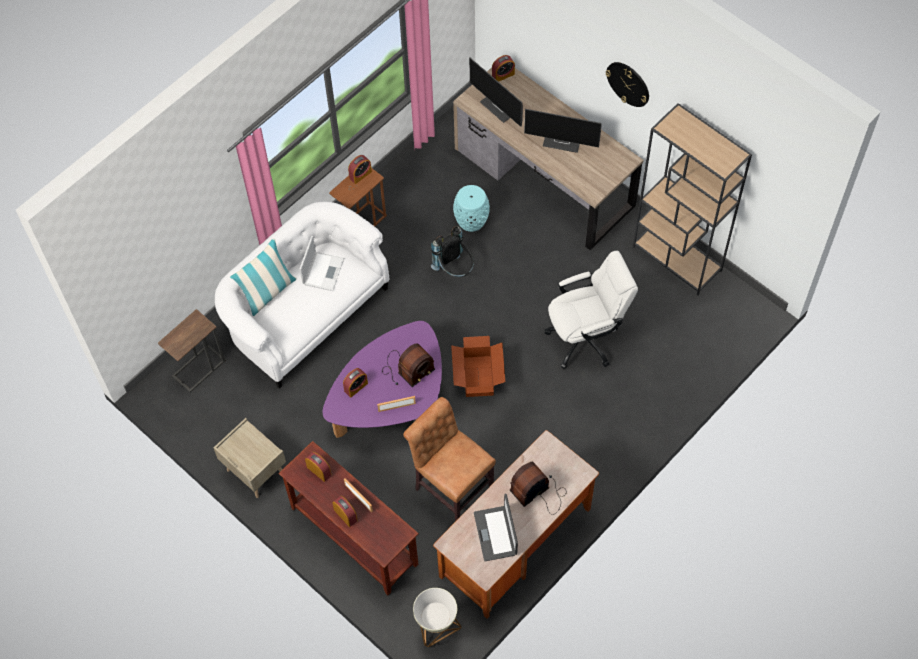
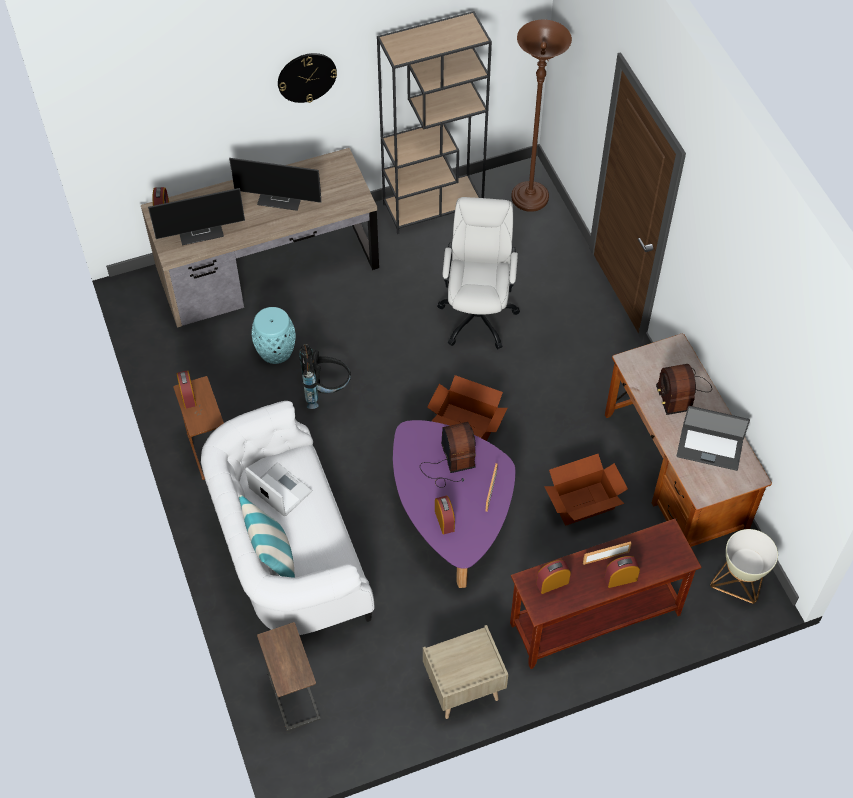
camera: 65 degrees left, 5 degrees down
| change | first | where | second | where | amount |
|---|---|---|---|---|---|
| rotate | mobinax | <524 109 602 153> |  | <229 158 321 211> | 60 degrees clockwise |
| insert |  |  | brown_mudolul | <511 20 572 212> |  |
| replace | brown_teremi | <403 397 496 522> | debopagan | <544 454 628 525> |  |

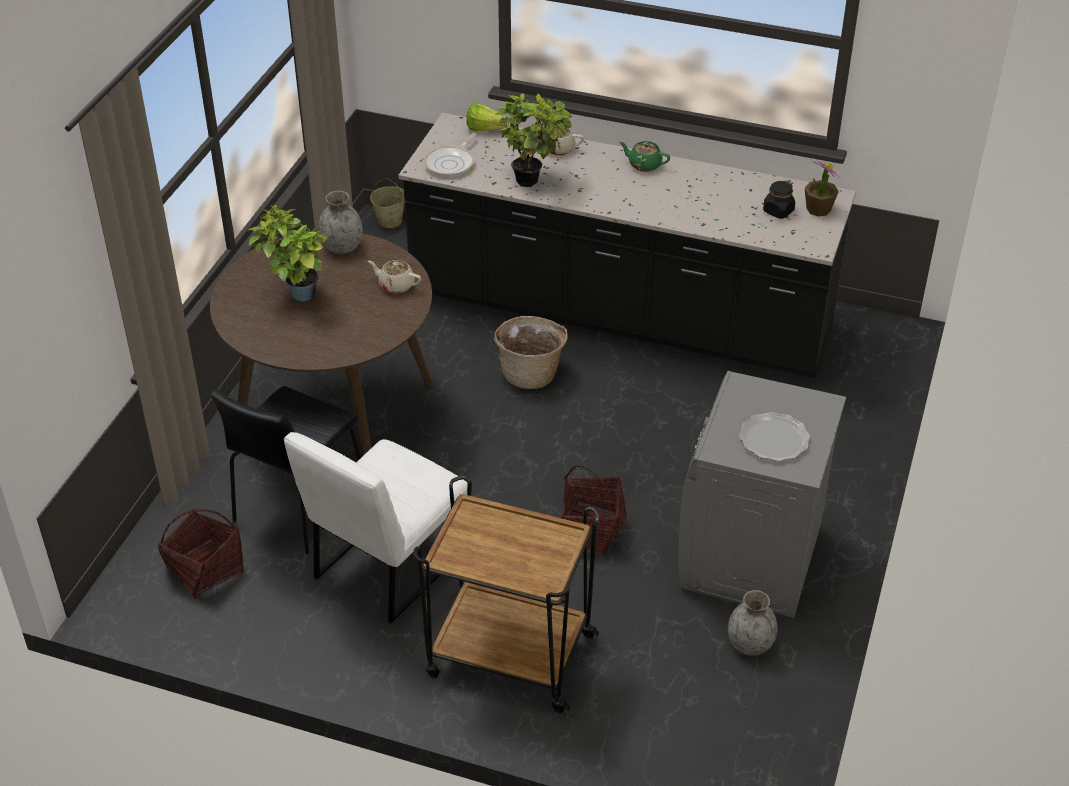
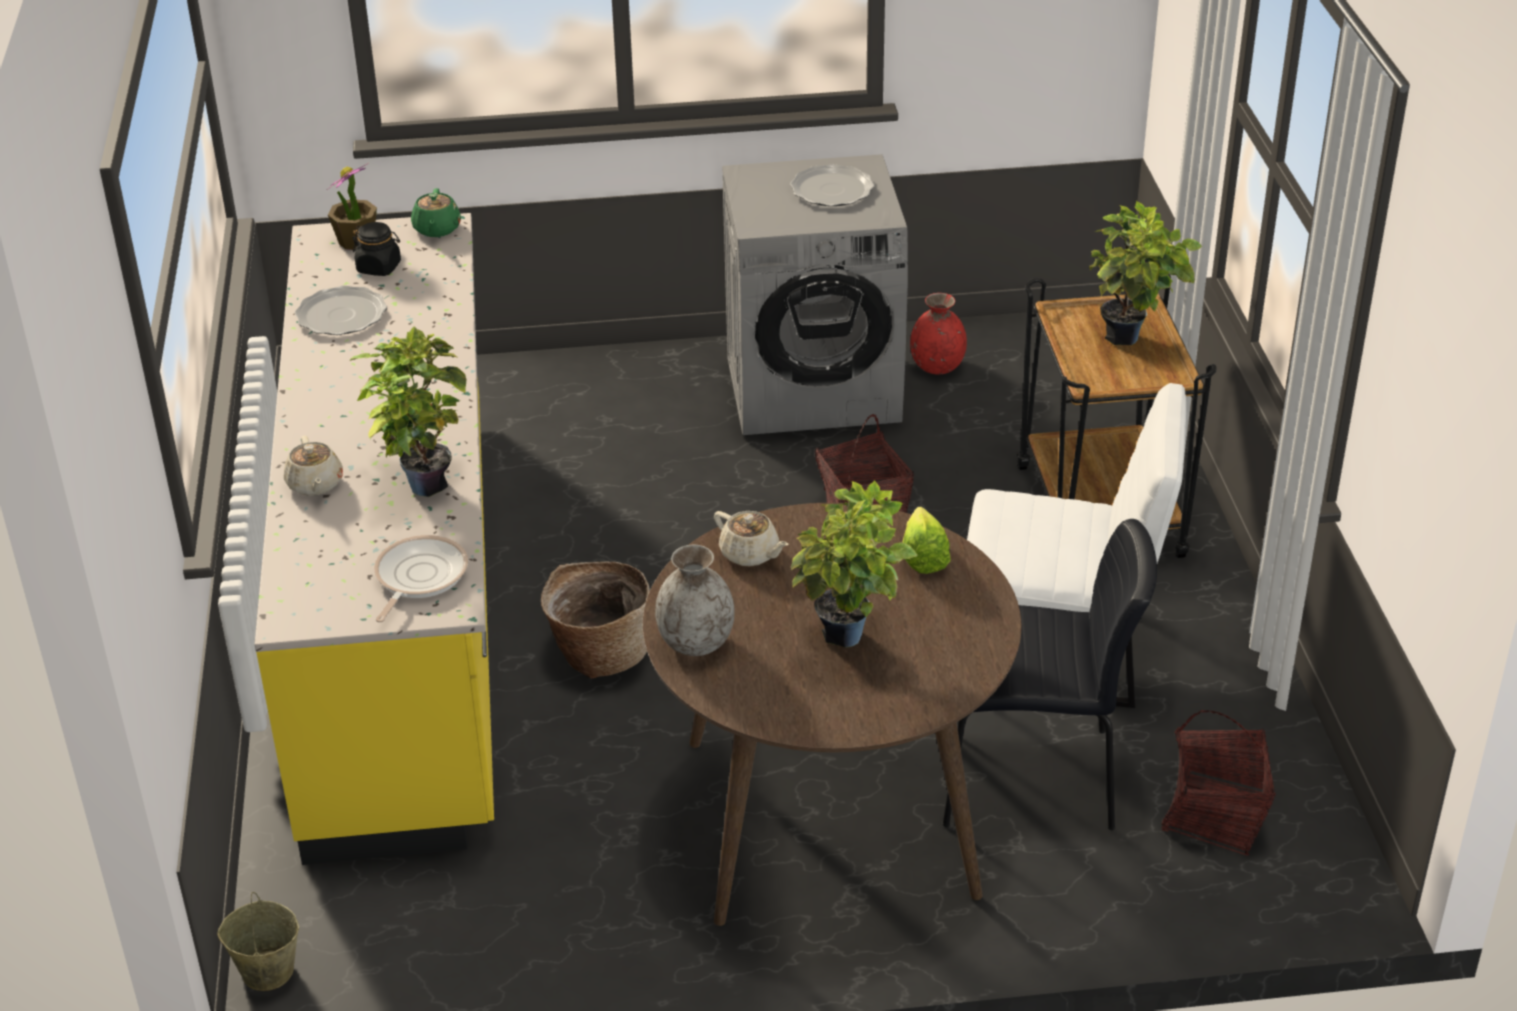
camera: 115 degrees left, 5 degrees down
| change | first | where | second | where | amount |
|---|---|---|---|---|---|
| recolor | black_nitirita | <399 113 856 378> | yellow_nitirita | <254 213 494 865> |  |
| insert |  |  | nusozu | <295 286 387 335> |  |
| rotate | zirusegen | <424 133 477 177> |  | <374 535 468 622> | 75 degrees counterclockwise |
| move | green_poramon | <619 141 670 172> |  | <411 188 461 237> |  |
| rotate | beige_poramon | <368 260 421 294> |  | <714 511 788 566> | 45 degrees counterclockwise |
| move | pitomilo | <466 103 509 131> |  | <902 507 951 574> |  |
| recolor | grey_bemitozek | <728 590 777 656> | red_bemitozek | <910 293 967 374> |  |
| insert |  |  | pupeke | <1089 201 1202 345> |  |

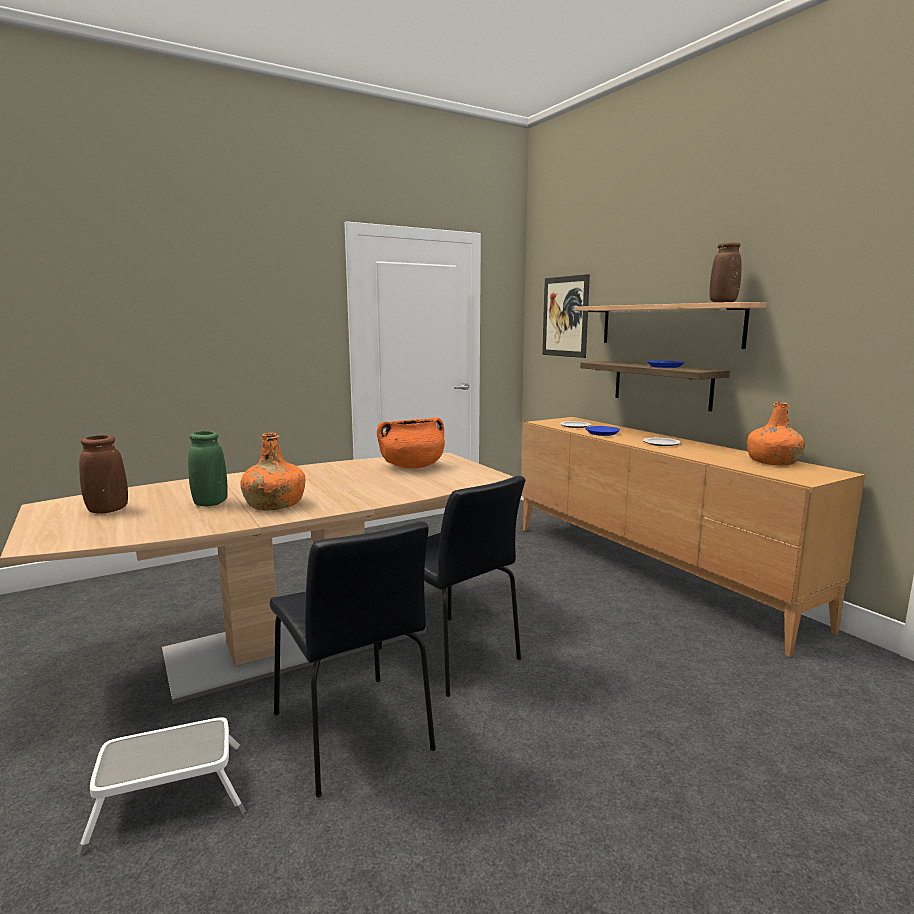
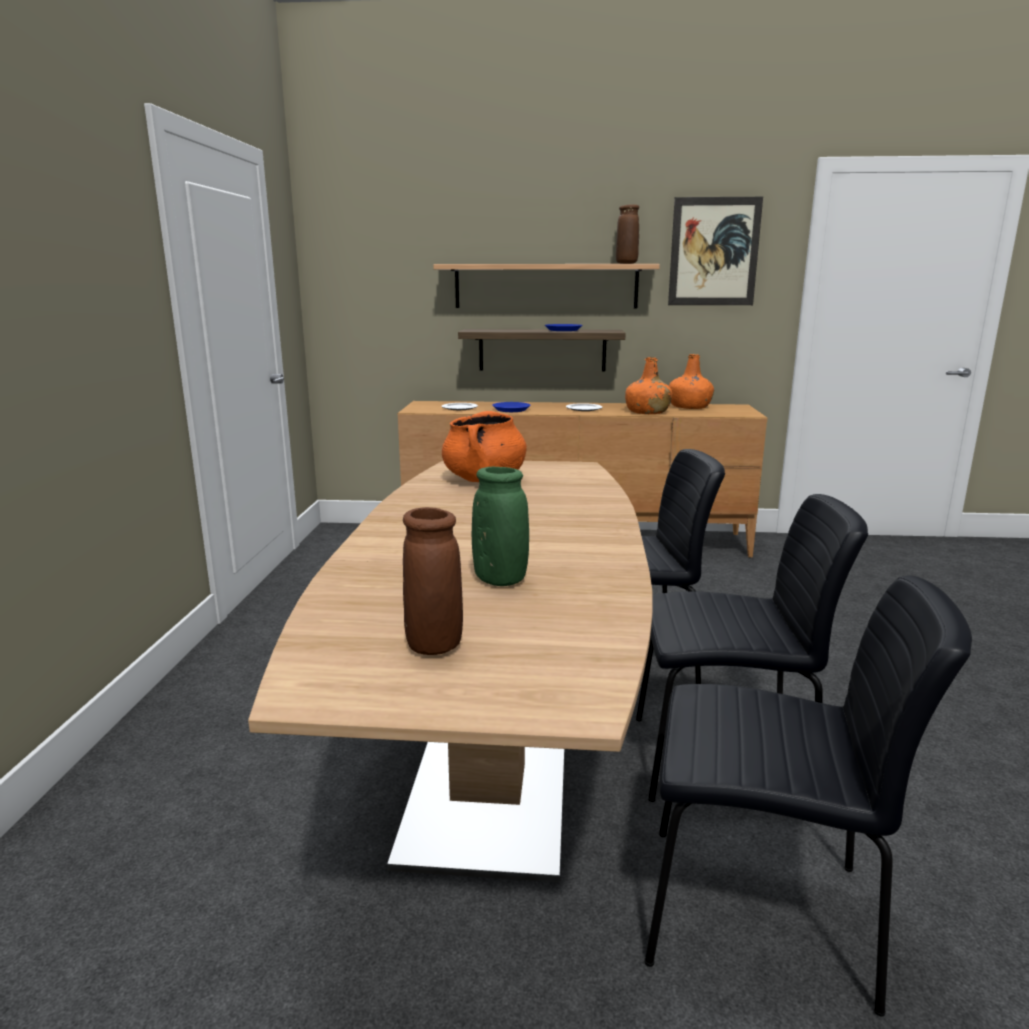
camera: 55 degrees left, 5 degrees up
| change | first | where | second | where | amount |
|---|---|---|---|---|---|
| move | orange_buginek | <240 433 305 511> |  | <625 357 672 414> |  |
| replace | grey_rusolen | <76 717 246 856> | black_teremi | <644 575 972 1017> |  |
| move | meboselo | <542 274 590 358> |  | <668 197 763 305> |  |

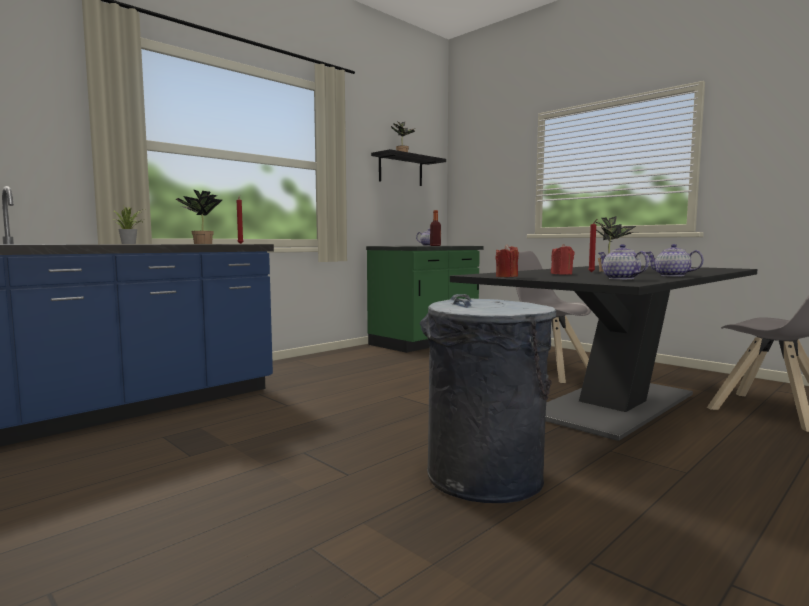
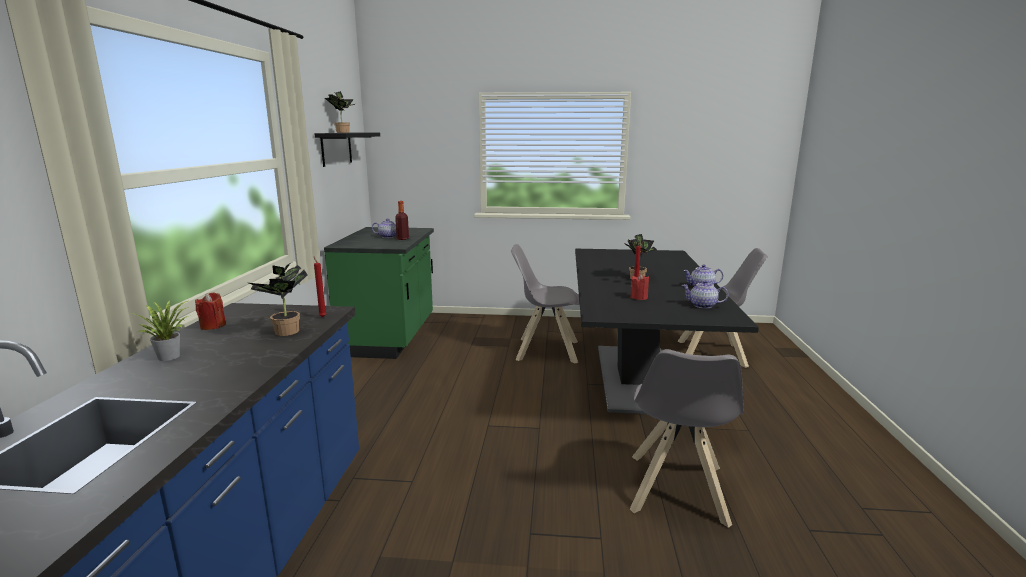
camera: 40 degrees left, 10 degrees up
| change | first | where | second | where | amount |
|---|---|---|---|---|---|
| move | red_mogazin | <495 244 519 277> |  | <195 293 226 330> |  |
| replace | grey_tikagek | <419 294 556 503> | grey_teremi | <630 349 744 528> |  |

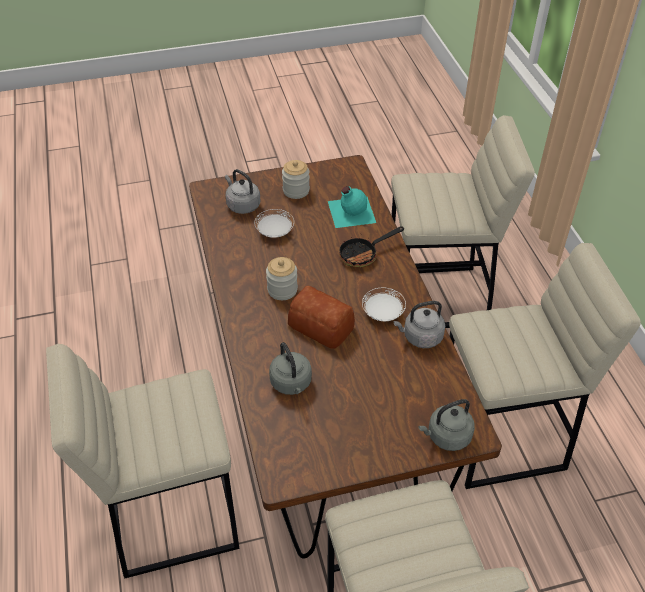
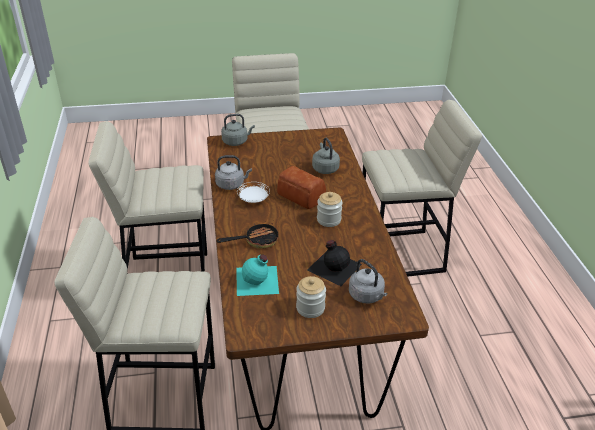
camera: 175 degrees left, 10 degrees down
| change | first | where | second | where | amount |
|---|---|---|---|---|---|
| replace | white_nusozu | <254 209 294 238> | black_buginek | <307 240 362 286> |  |

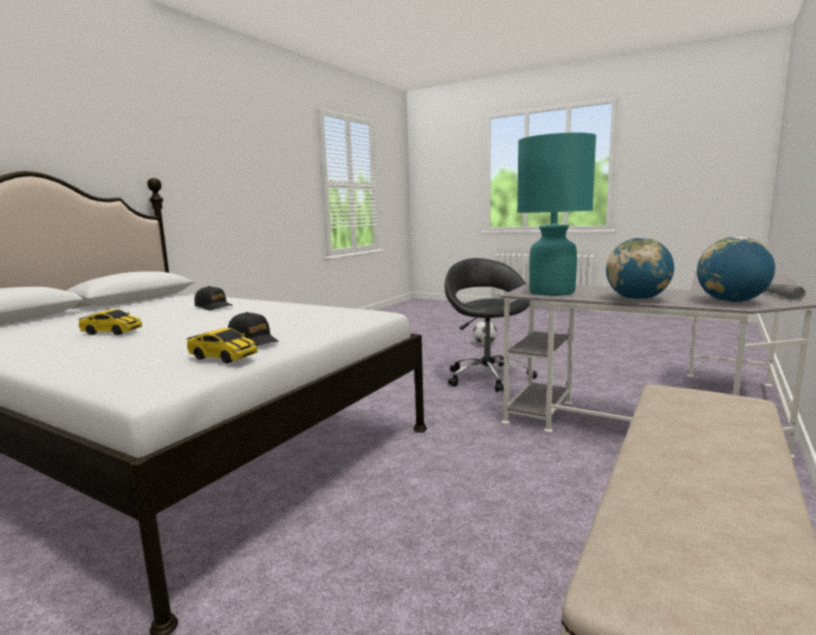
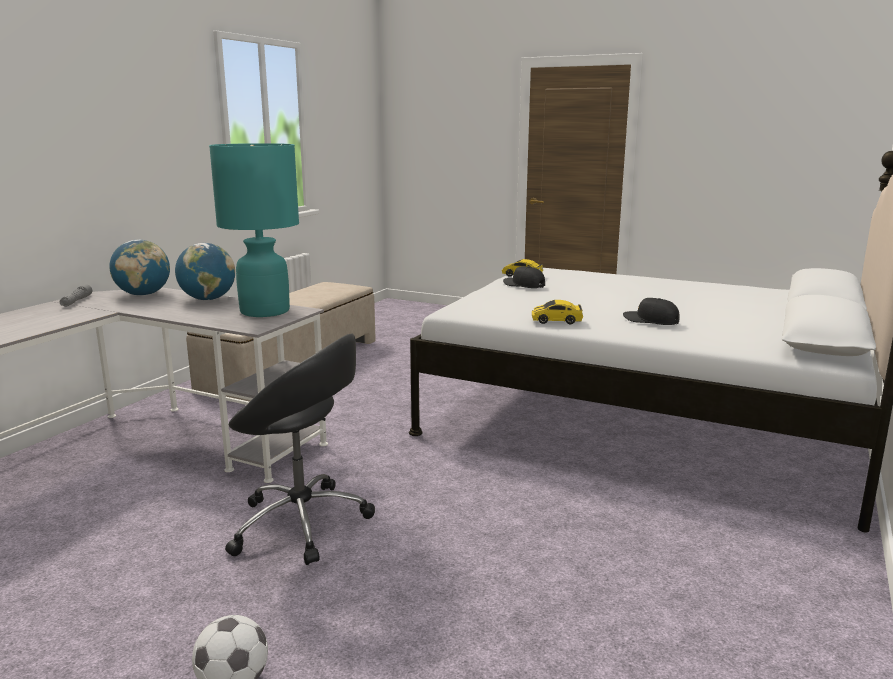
camera: 175 degrees right, 5 degrees up
| change | first | where | second | where | amount |
|---|---|---|---|---|---|
| rotate | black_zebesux | <445 258 538 392> |  | <225 333 375 565> | 45 degrees counterclockwise |
| move | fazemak | <79 309 142 335> |  | <532 300 583 324> |  |

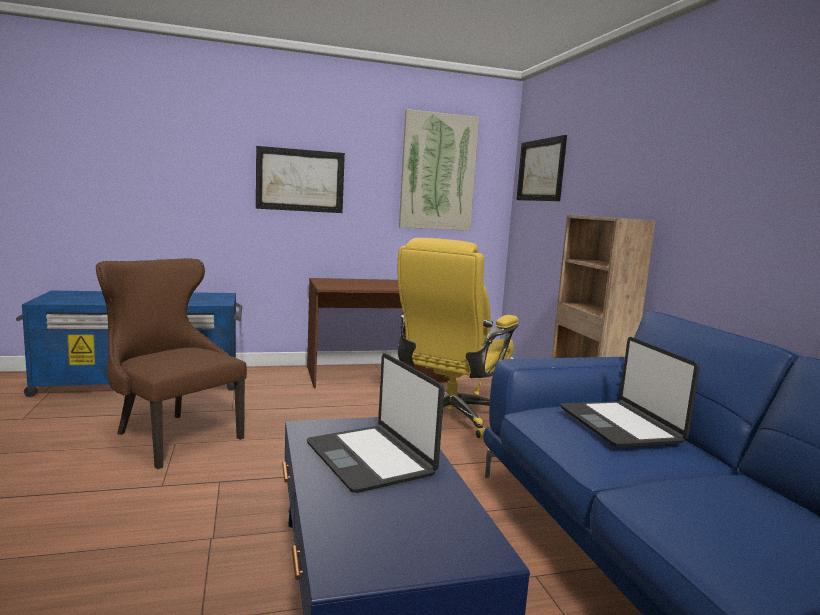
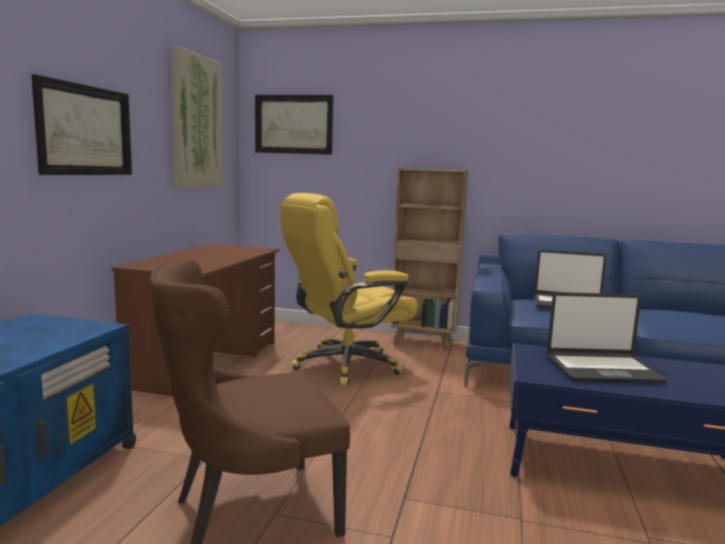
camera: 60 degrees left, 0 degrees up
| change | first | where | second | where | amount |
|---|---|---|---|---|---|
| rotate | yellow_zebesux | <398 238 519 439> |  | <280 193 418 387> | 90 degrees clockwise |

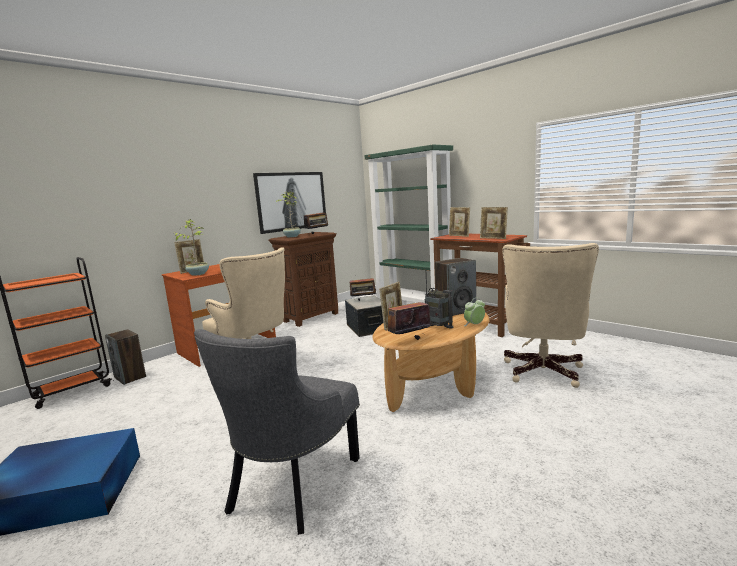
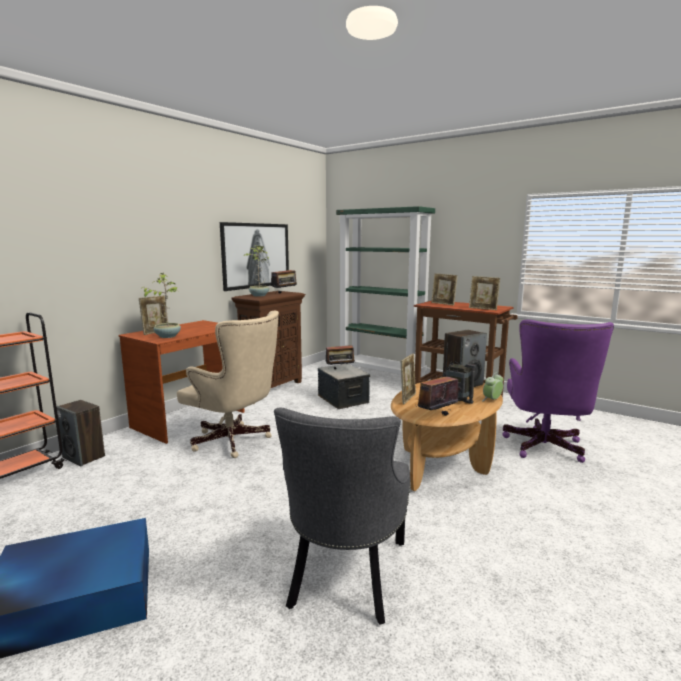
camera: 10 degrees left, 0 degrees up
| change | first | where | second | where | amount |
|---|---|---|---|---|---|
| recolor | beige_zebesux | <502 243 599 388> | purple_zebesux | <502 320 614 463> |  |

